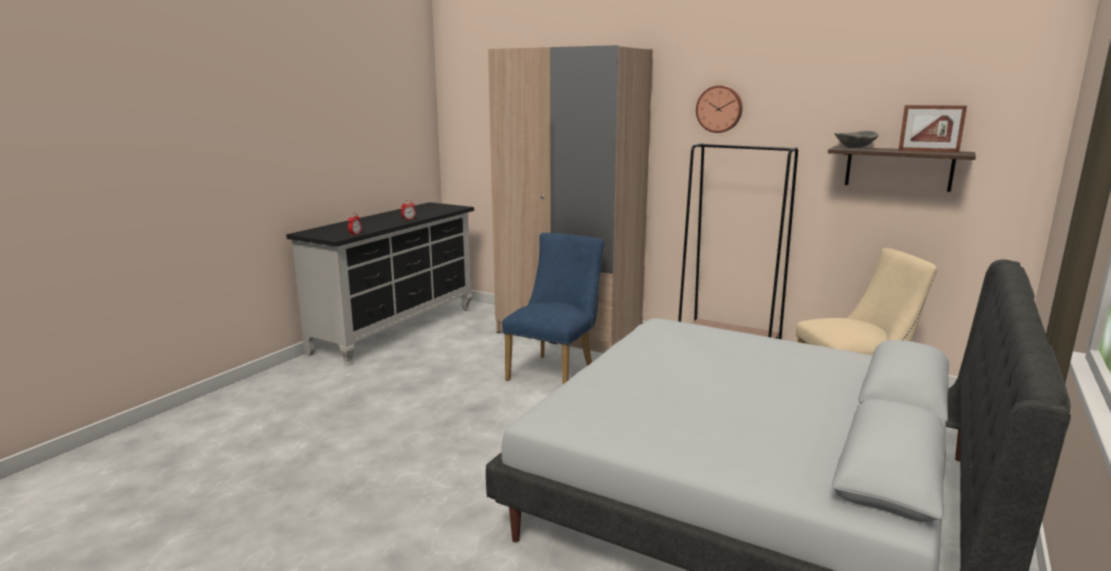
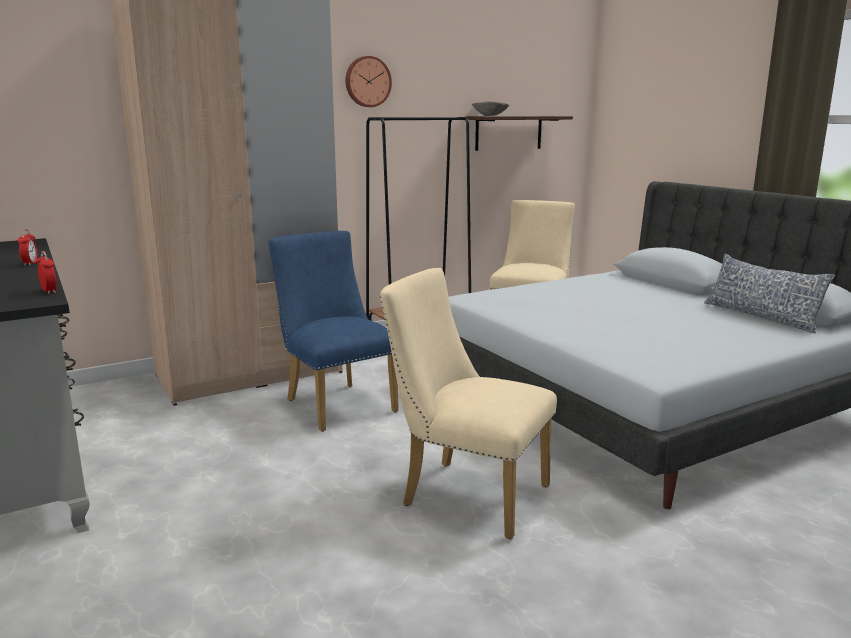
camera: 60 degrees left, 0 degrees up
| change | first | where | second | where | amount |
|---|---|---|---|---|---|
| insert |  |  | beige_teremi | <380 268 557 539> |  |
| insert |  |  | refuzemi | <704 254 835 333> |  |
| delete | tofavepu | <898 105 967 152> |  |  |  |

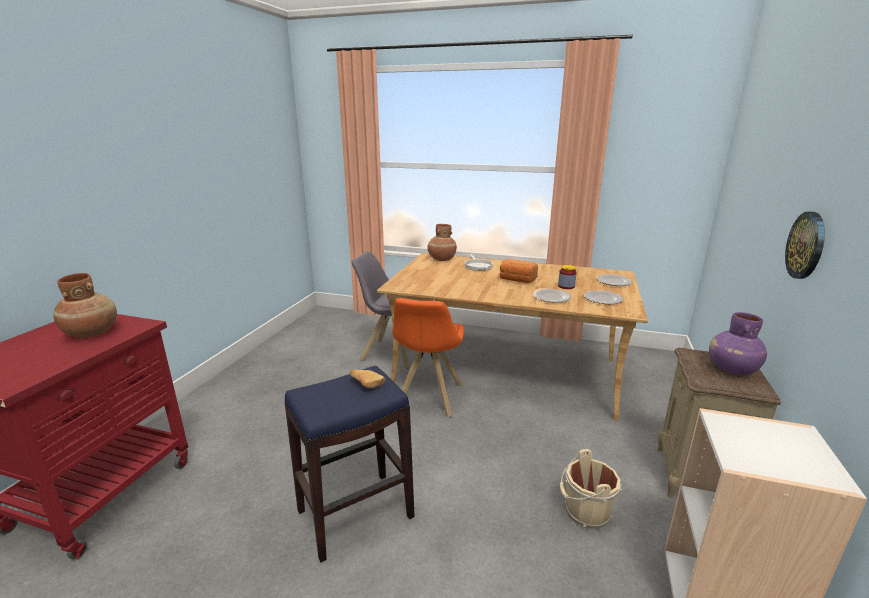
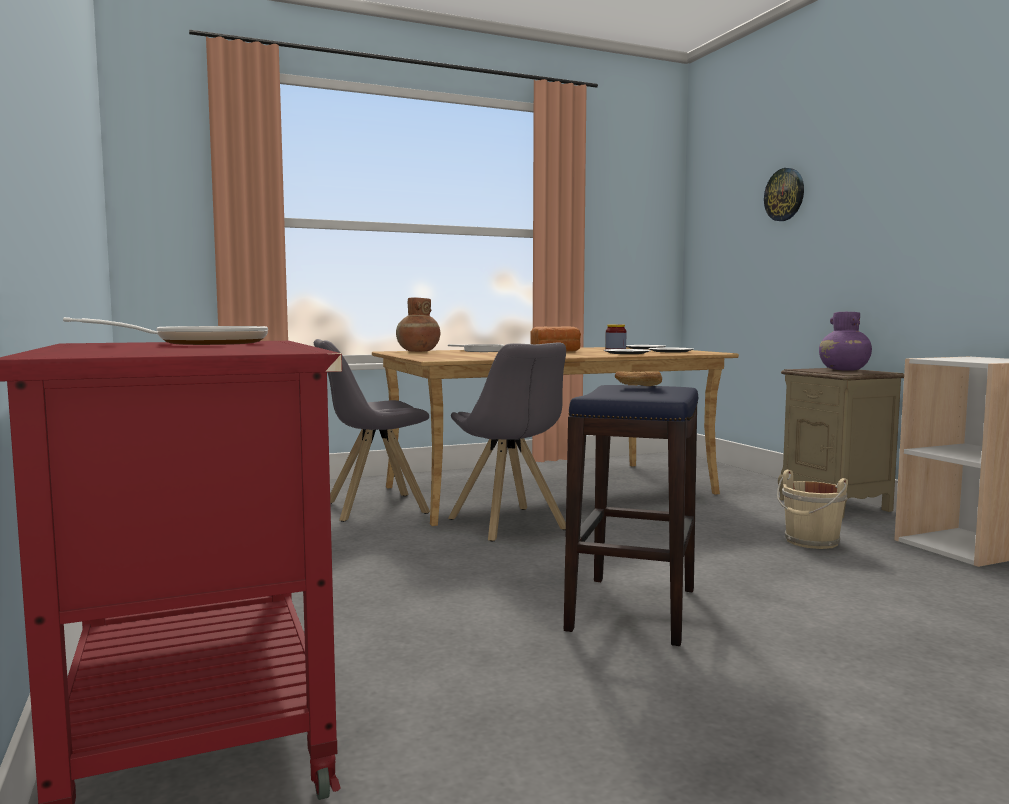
camera: 40 degrees left, 15 degrees down
| change | first | where | second | where | amount |
|---|---|---|---|---|---|
| replace | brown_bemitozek | <53 273 117 338> | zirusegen | <63 317 268 345> |  |
| recolor | orange_teremi | <392 298 464 418> | grey_teremi | <448 343 566 541> |  |
| move | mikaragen | <785 212 825 279> |  | <764 168 804 221> |  |

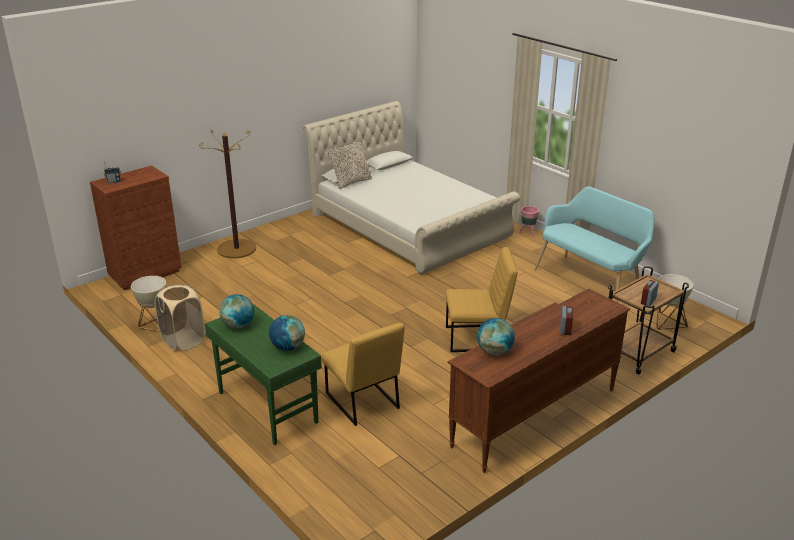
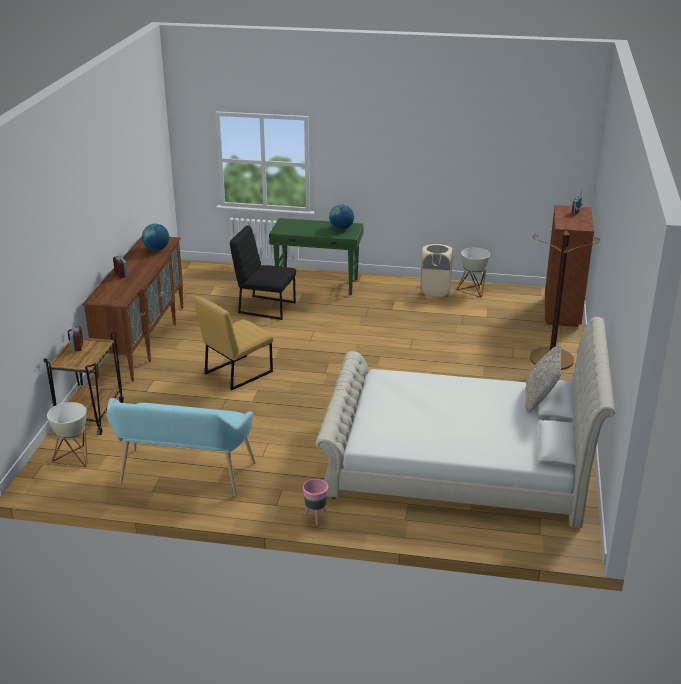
camera: 140 degrees right, 0 degrees up
| change | first | where | second | where | amount |
|---|---|---|---|---|---|
| recolor | yellow_teremi | <321 323 405 426> | black_teremi | <230 226 296 320> |  |
| delete | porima | <269 315 305 351> |  |  |  |

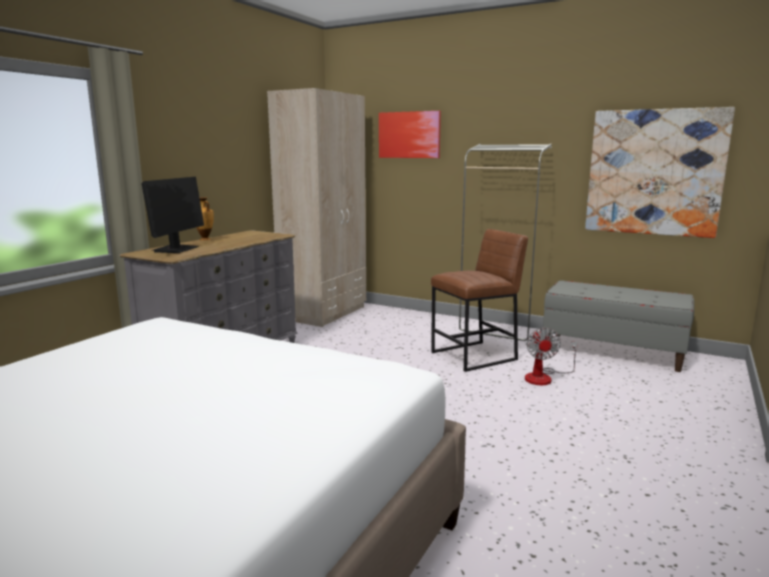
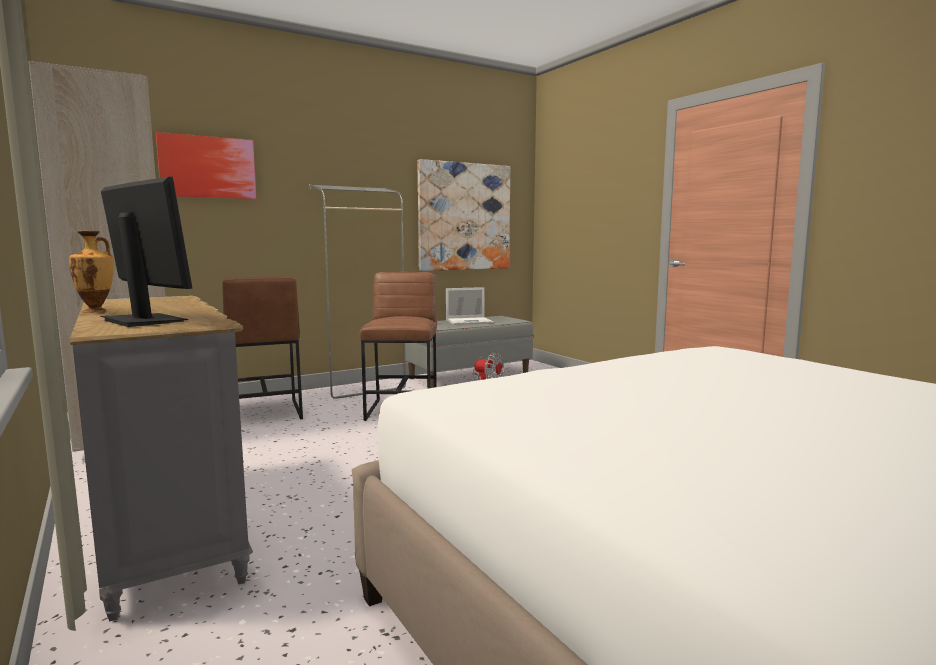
camera: 60 degrees left, 5 degrees down
| change | first | where | second | where | amount |
|---|---|---|---|---|---|
| insert |  |  | brown_teremi | <222 276 303 419> |  |
| insert |  |  | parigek | <446 287 493 325> |  |

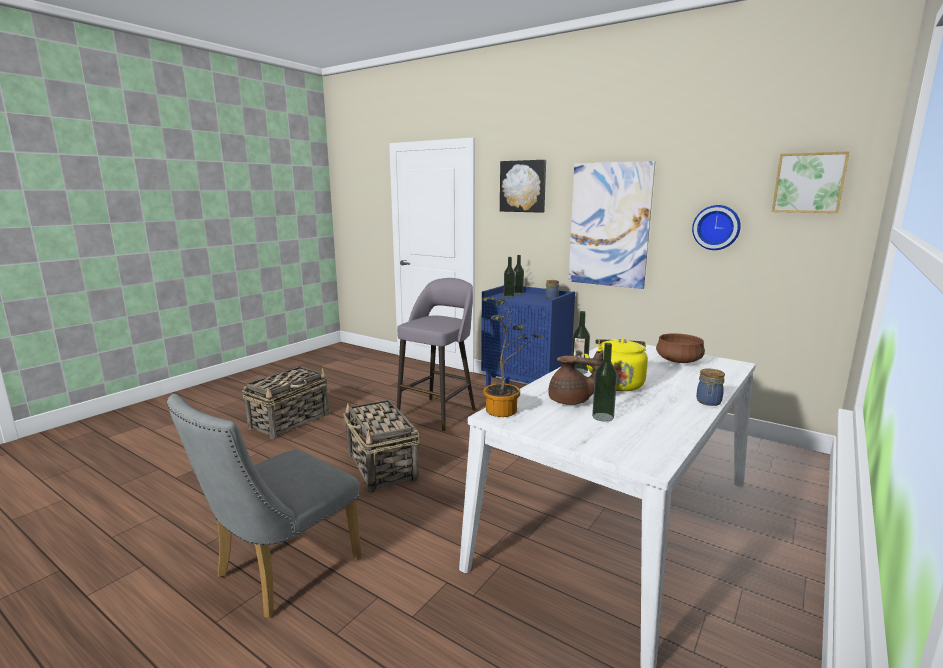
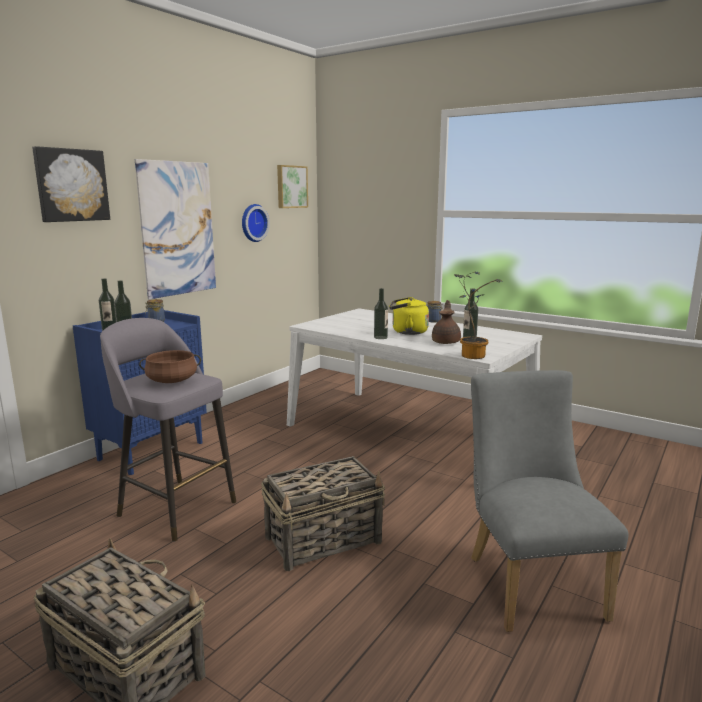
camera: 90 degrees left, 0 degrees up
| change | first | where | second | where | amount |
|---|---|---|---|---|---|
| move | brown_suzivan | <656 333 705 363> |  | <139 350 201 383> |  |
| rotate | grey_teremi | <167 394 362 618> |  | <471 370 629 632> | 135 degrees counterclockwise |

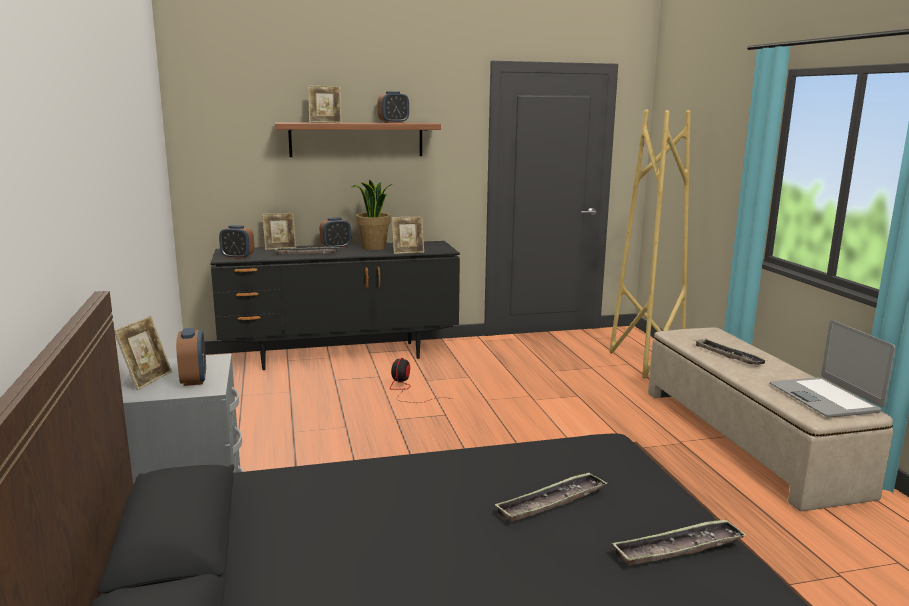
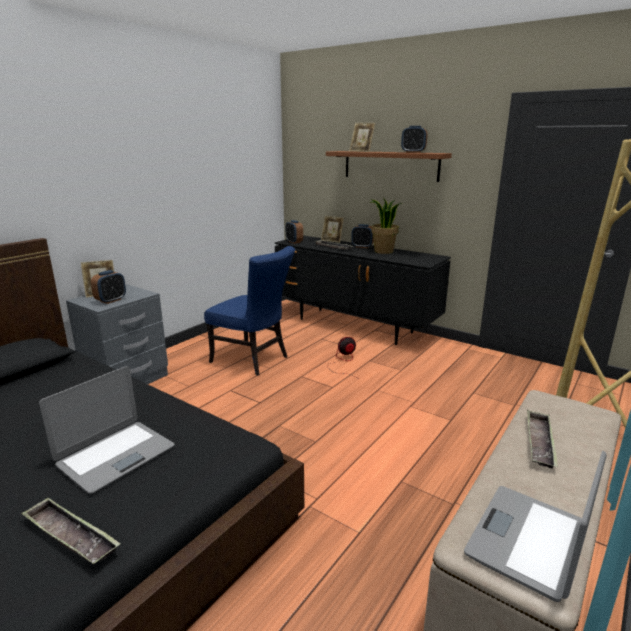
camera: 50 degrees right, 5 degrees up
| change | first | where | second | where | amount |
|---|---|---|---|---|---|
| replace | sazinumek | <494 472 608 523> | parigek | <39 366 175 494> |  |
| insert |  |  | blue_teremi | <204 246 295 376> |  |
| delete | tofavepu | <392 217 424 254> |  |  |  |

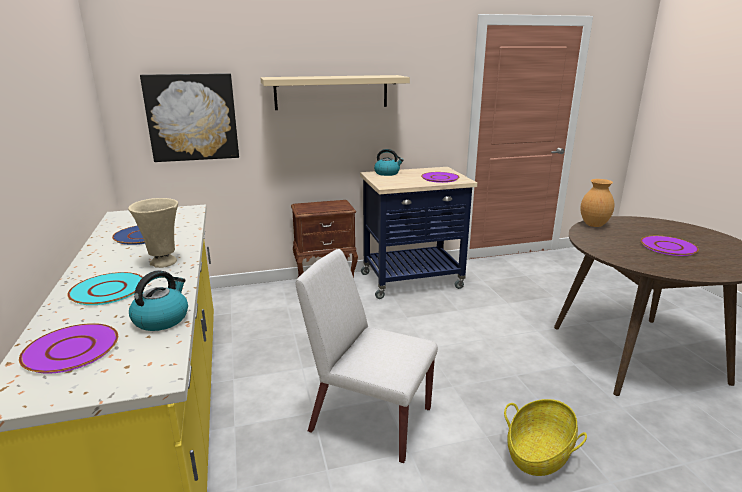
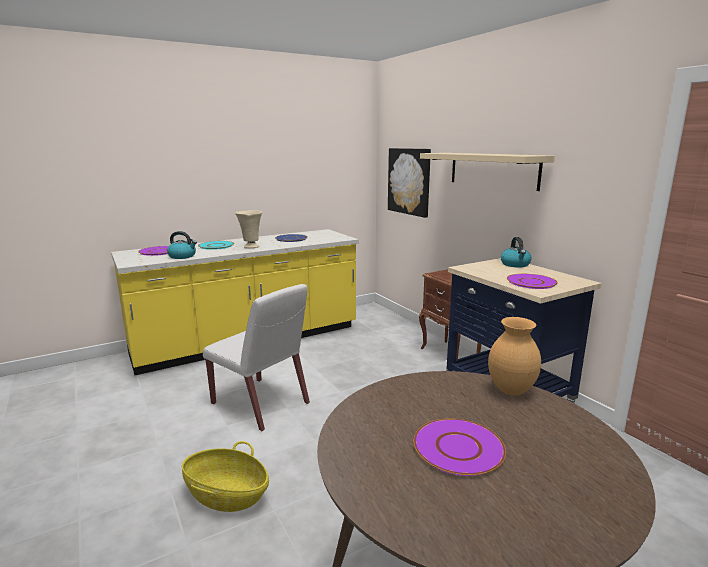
camera: 75 degrees right, 5 degrees down
| change | first | where | second | where | amount |
|---|---|---|---|---|---|
| rotate | white_teremi | <296 249 438 463> |  | <203 284 310 431> | 120 degrees clockwise |

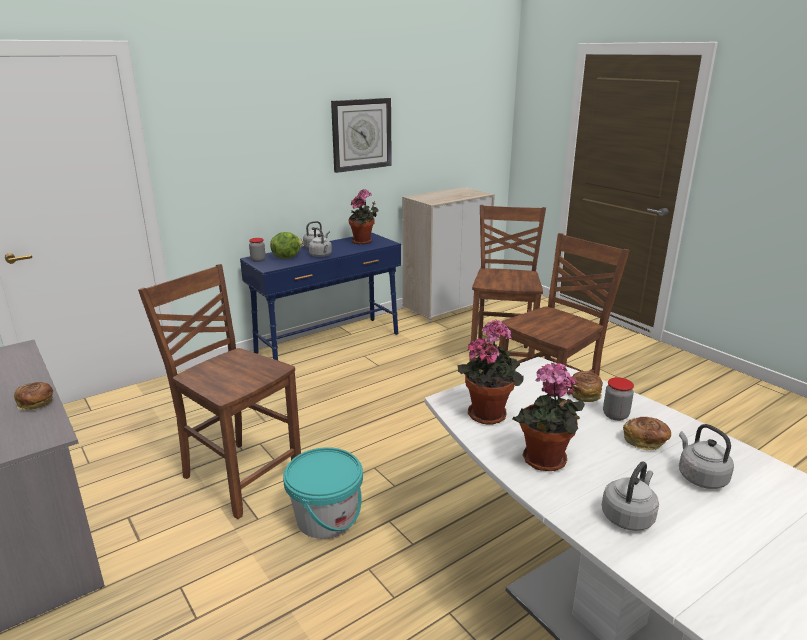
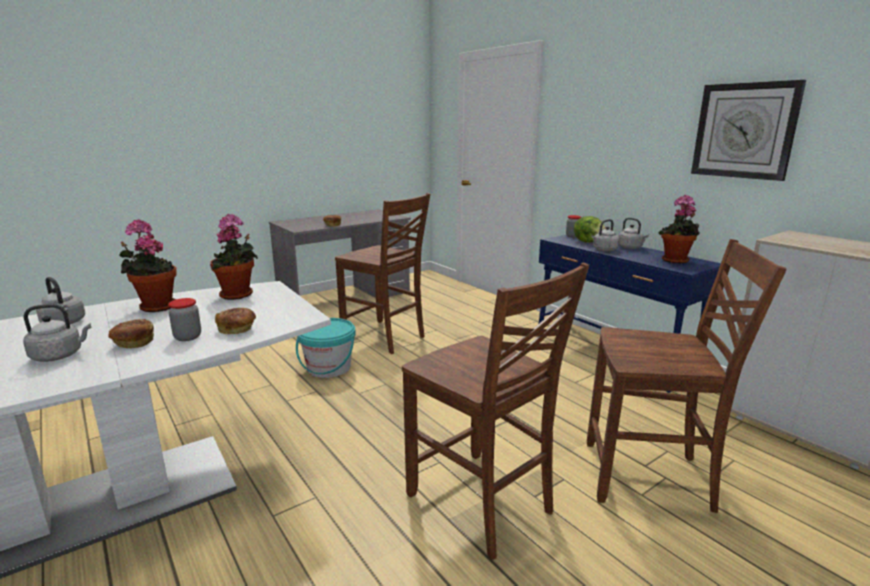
camera: 90 degrees right, 5 degrees down
| change | first | where | second | where | amount |
|---|---|---|---|---|---|
| rotate | brown_teremi | <138 264 301 519> |  | <335 193 430 354> | 90 degrees clockwise |

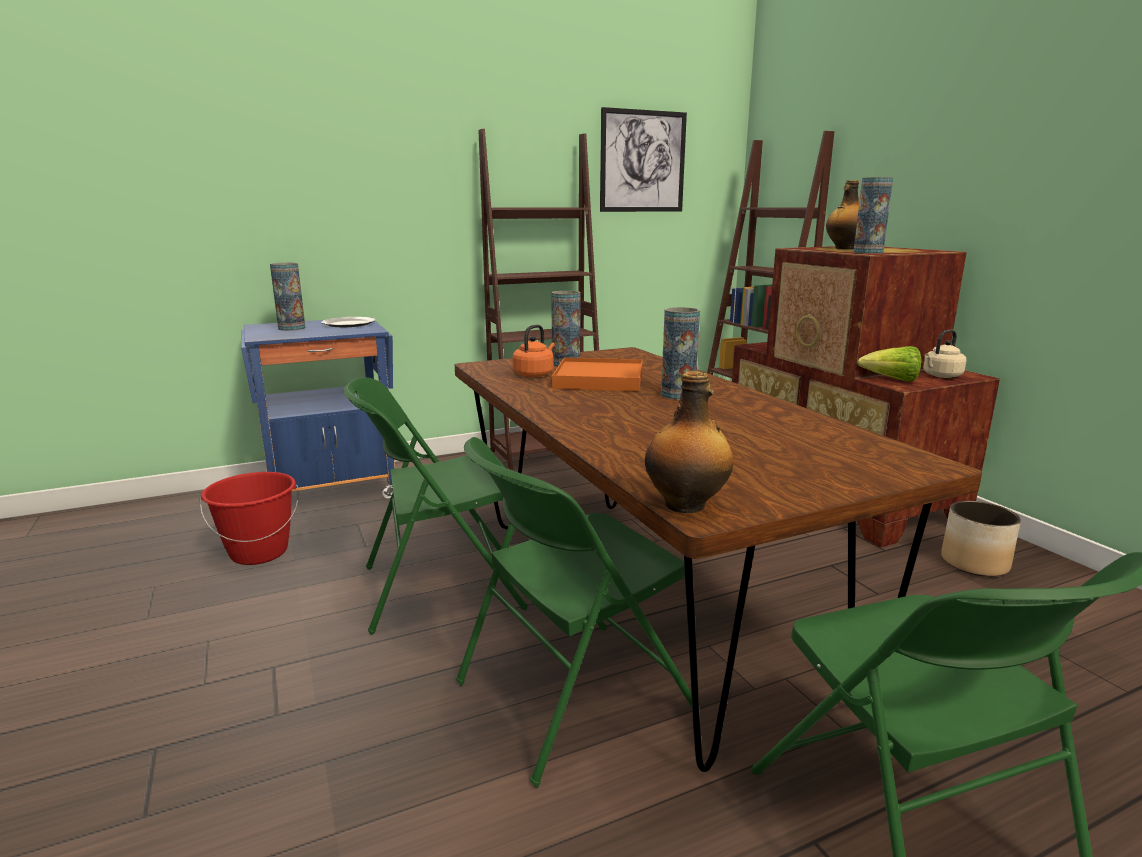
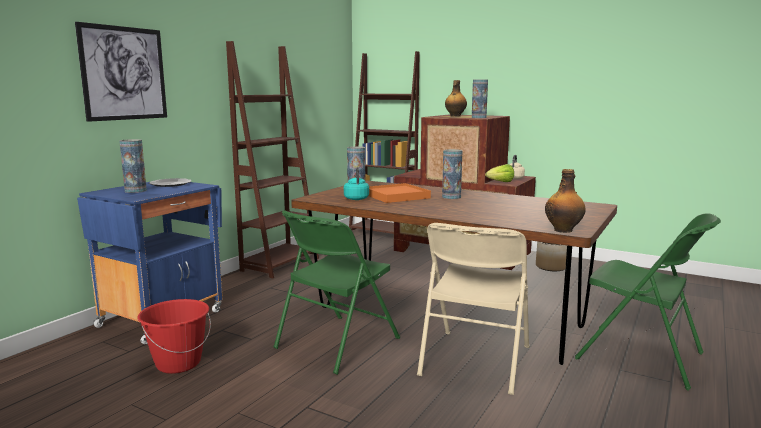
camera: 35 degrees left, 5 degrees down
| change | first | where | second | where | amount |
|---|---|---|---|---|---|
| move | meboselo | <600 107 687 212> |  | <75 22 167 122> |  |
| recolor | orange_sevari | <512 324 555 377> | turquoise_sevari | <344 167 369 200> |  |
| recolor | green_teremi | <456 437 692 788> | beige_teremi | <417 223 529 395> |  |

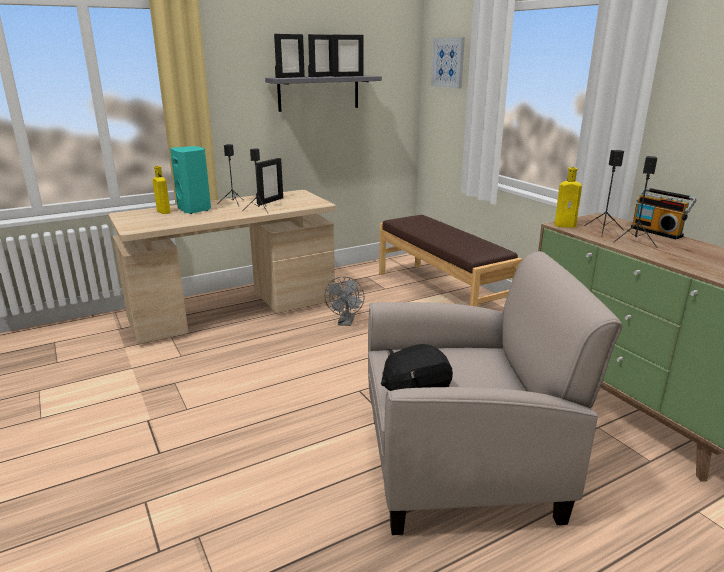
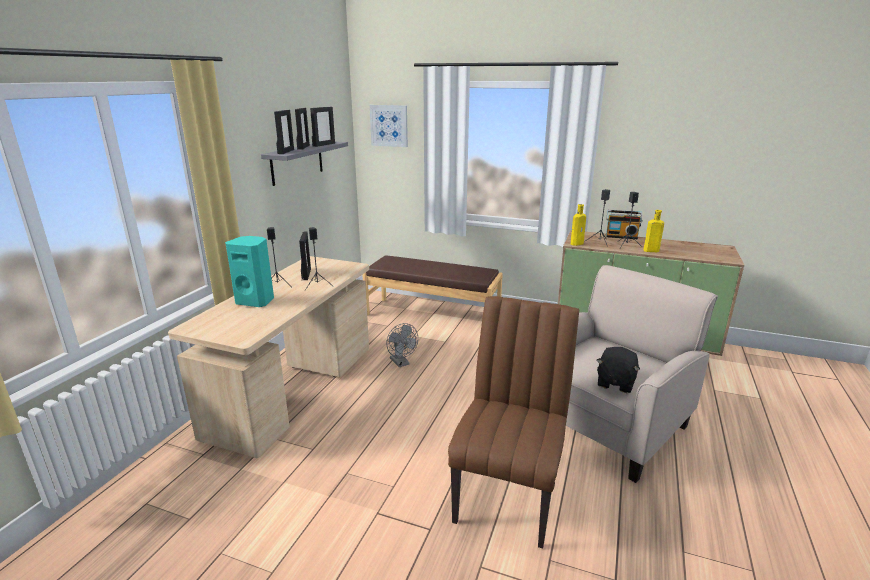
camera: 40 degrees left, 0 degrees up
| change | first | where | second | where | amount |
|---|---|---|---|---|---|
| insert |  |  | brown_teremi | <448 296 579 548> |  |
| move | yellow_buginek | <153 166 171 214> |  | <643 210 664 252> |  |

